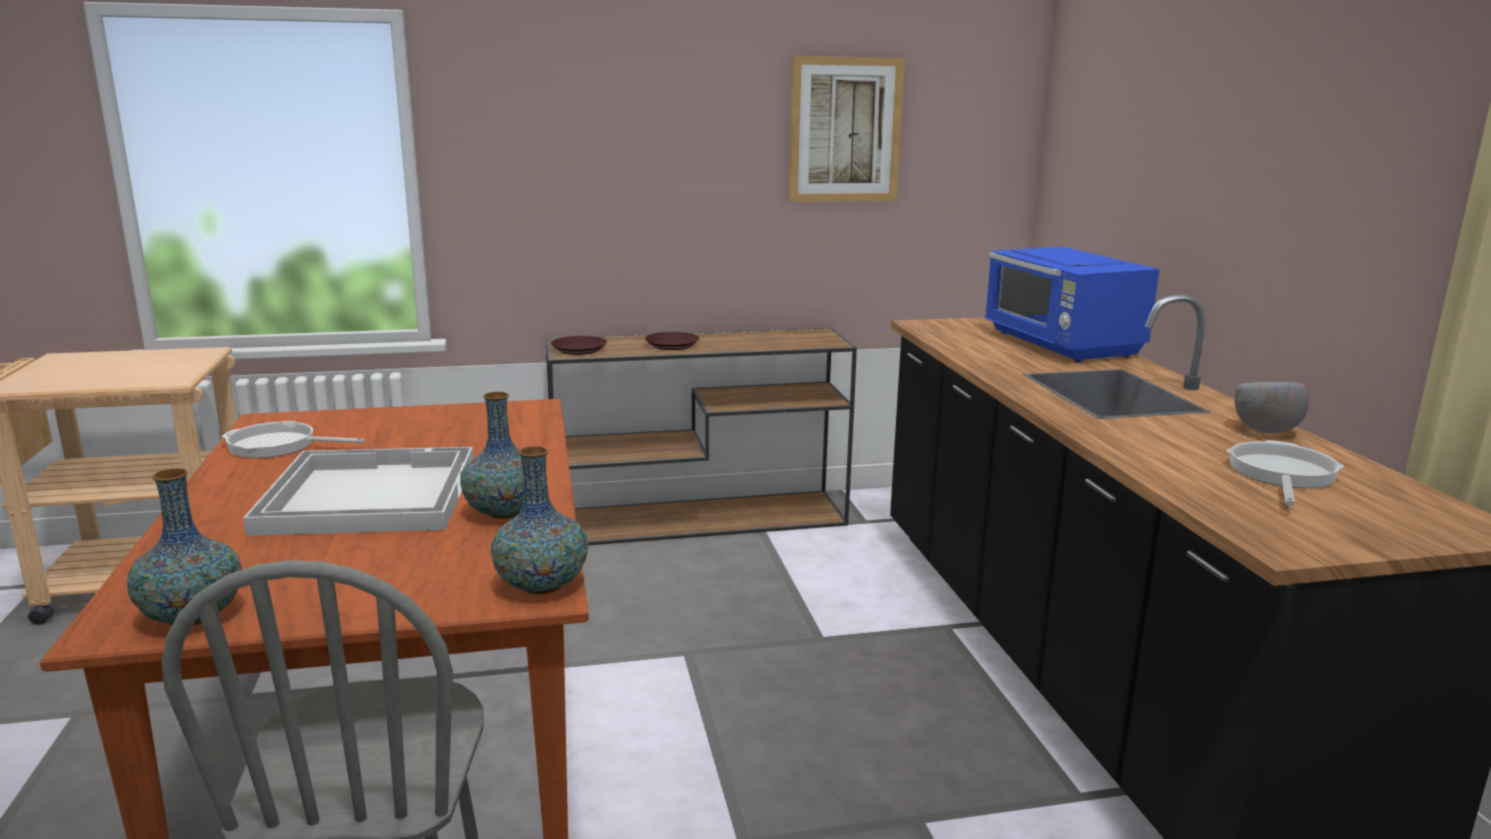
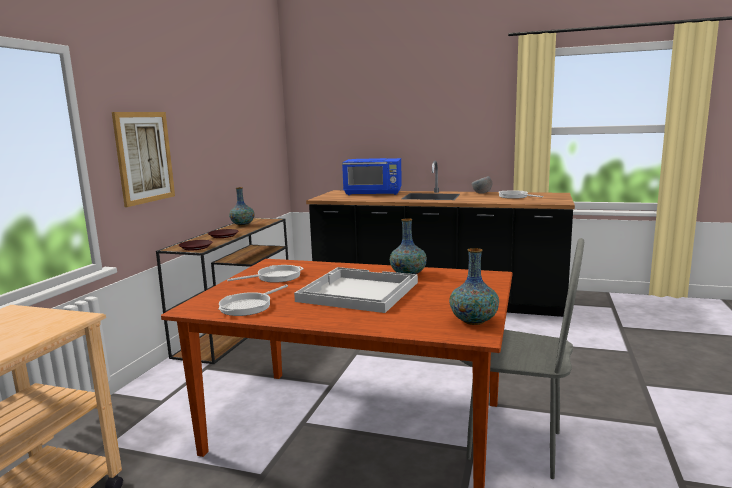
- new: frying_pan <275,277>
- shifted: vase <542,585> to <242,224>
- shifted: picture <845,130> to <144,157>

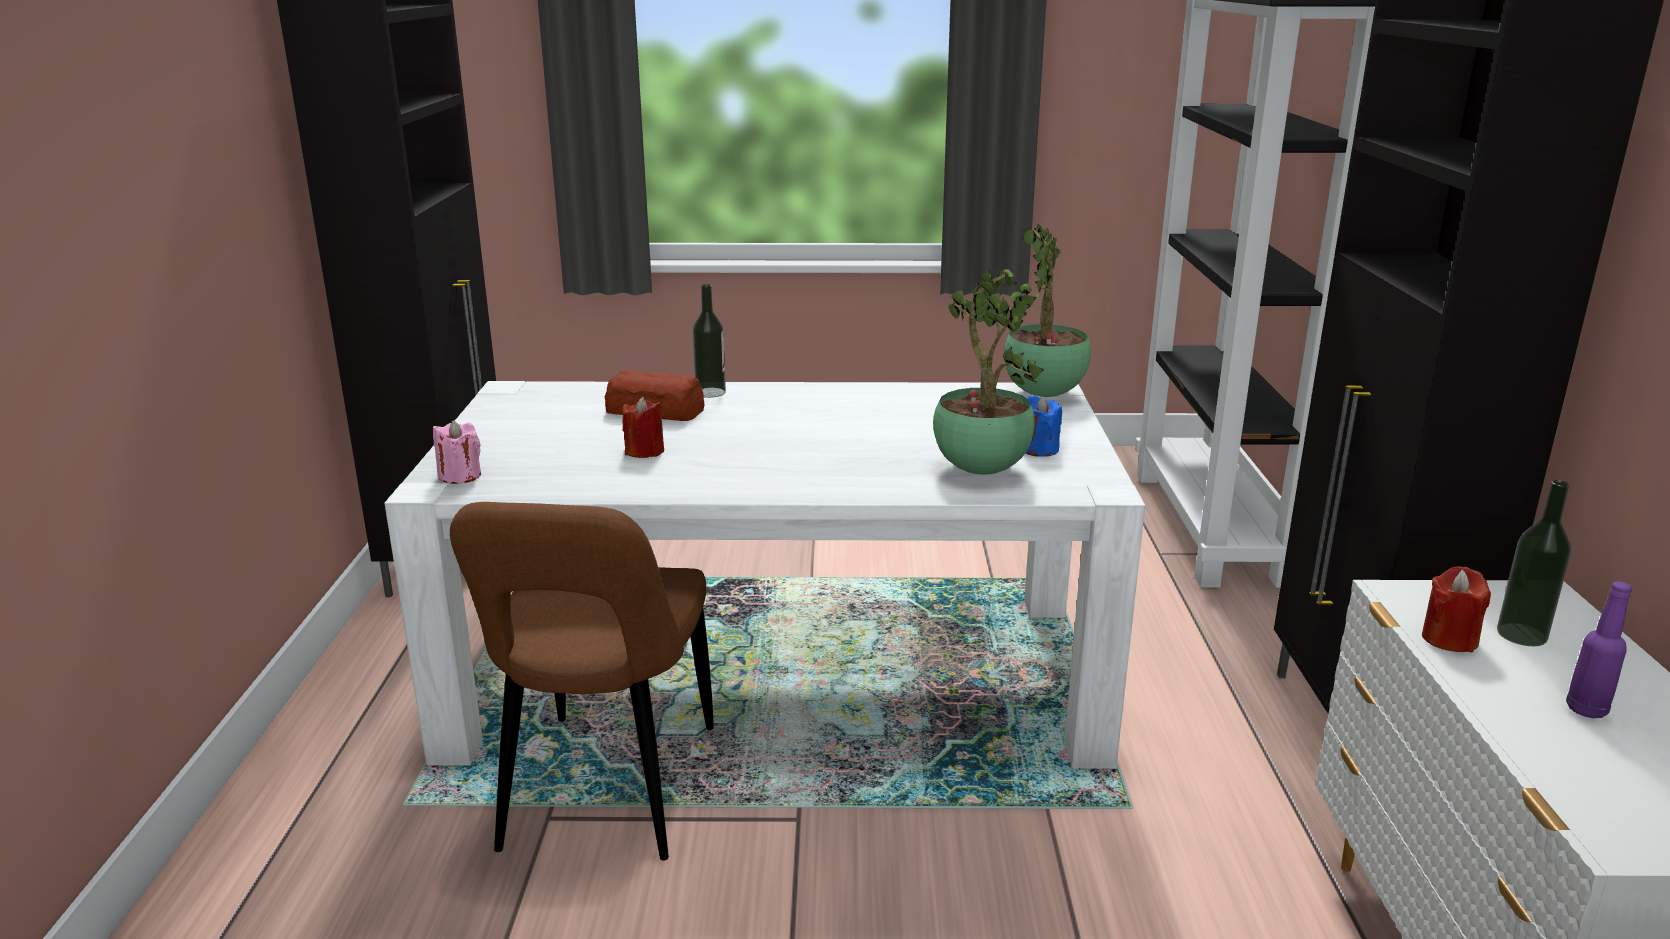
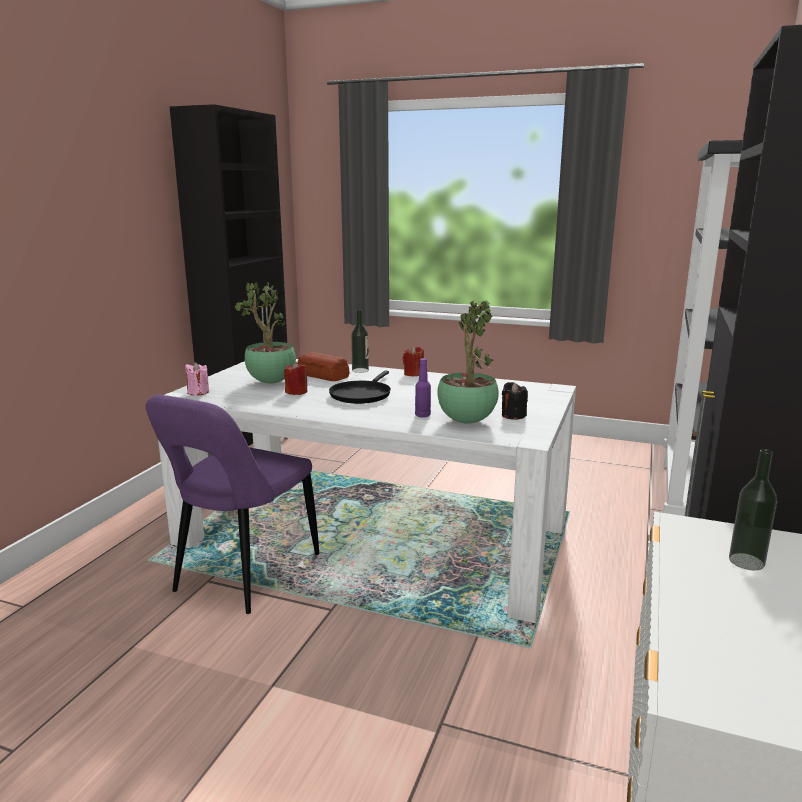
- new: black_frying_pan <361,394>
- shifted: potted_plant <1044,395> to <270,382>
- shifted: red_candle <1449,639> to <413,374>
- shifted: purple_bottle <1586,710> to <422,415>
- repainted: brown_chair <606,794> to purple_chair <243,575>
- repainted: blue_candle <1039,449> to black_candle <513,415>

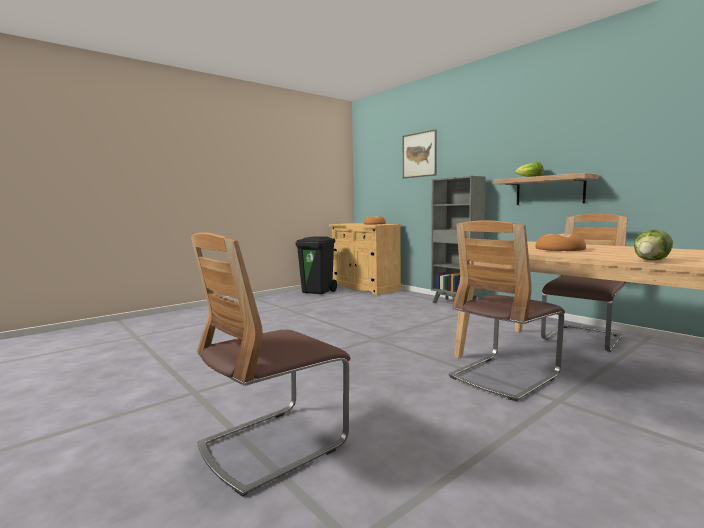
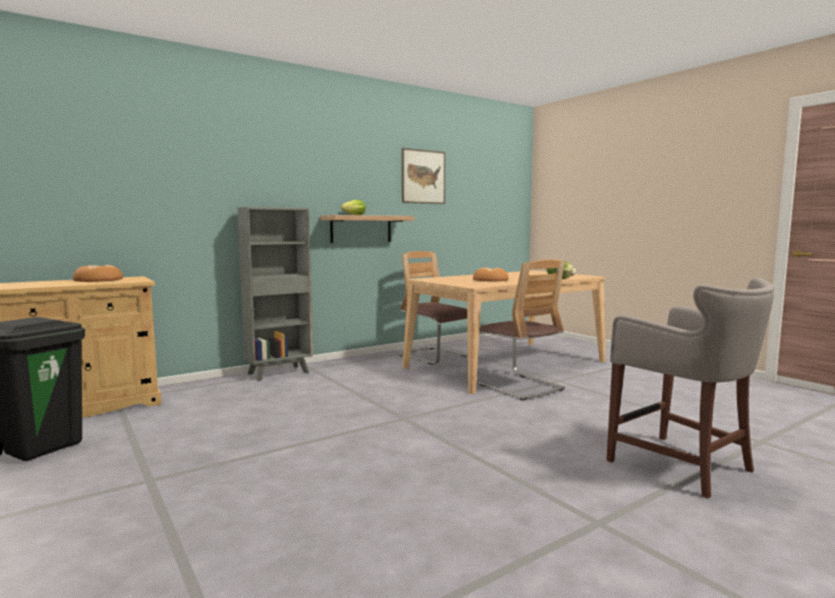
- shifted: picture <419,155> to <423,177>
- swapped: chair <273,445> to grey_stool <684,466>

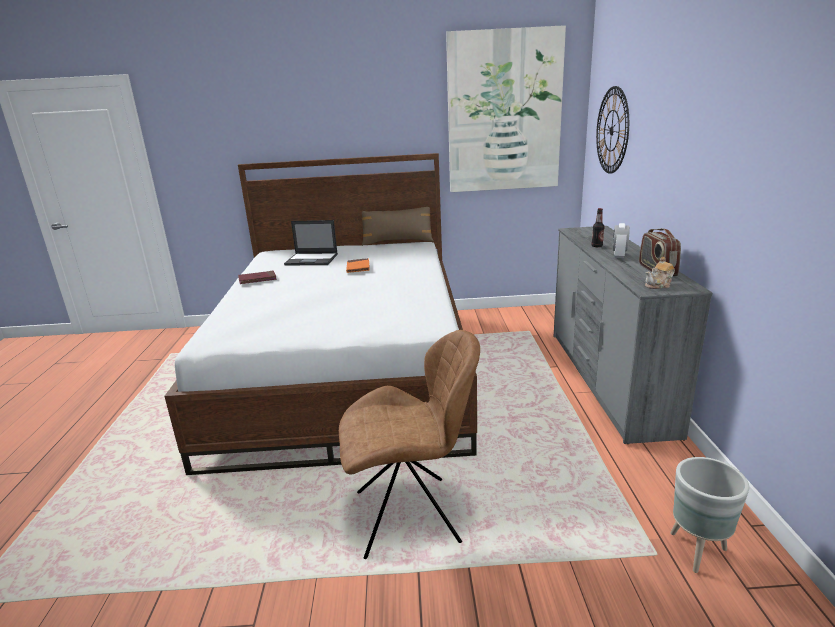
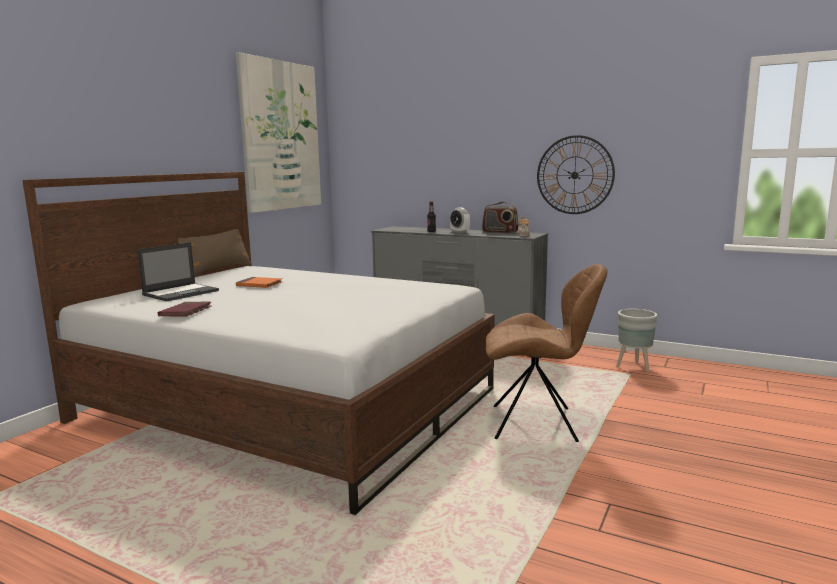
- shifted: wall_clock <612,130> to <574,175>
- rotated: brown_chair <411,516> = <537,424> 75 degrees clockwise

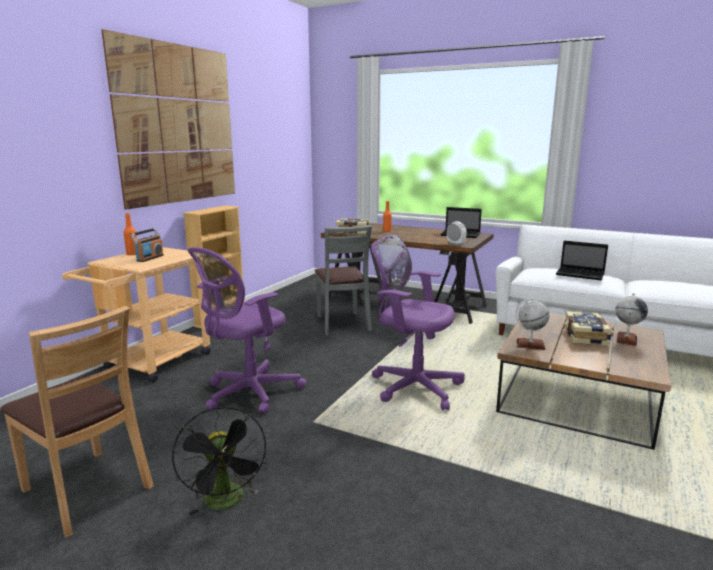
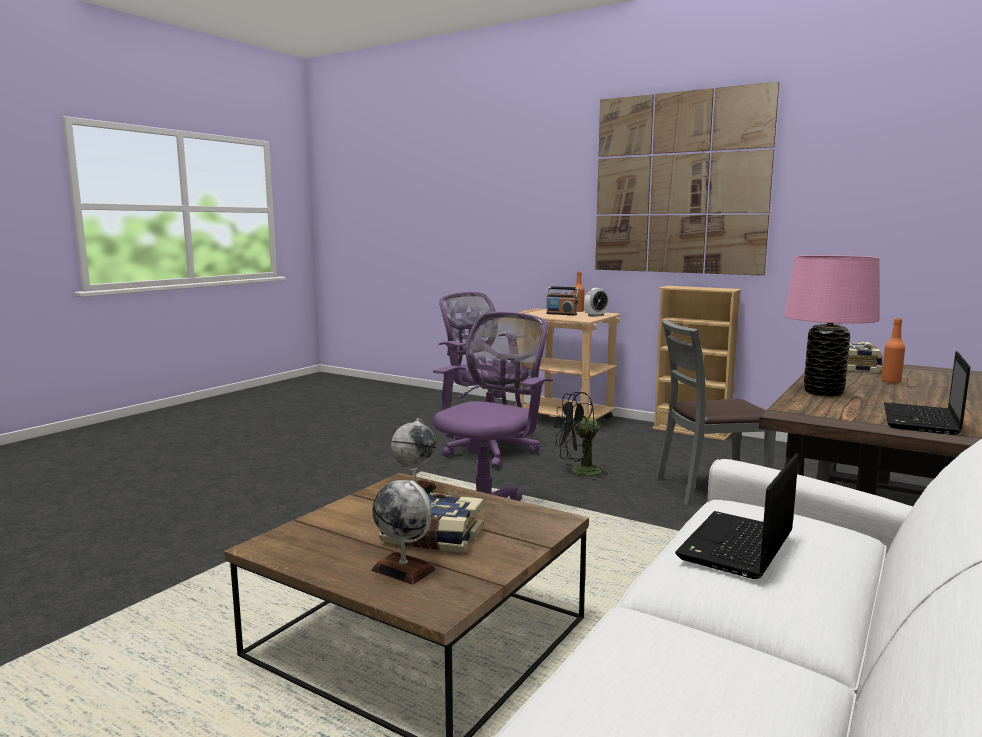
- gone: brown_chair <87,490>
- new: pink_table_lamp <823,392>
- shifted: black_fan <226,502> to <579,473>
- shifted: alarm_clock <455,244> to <595,316>

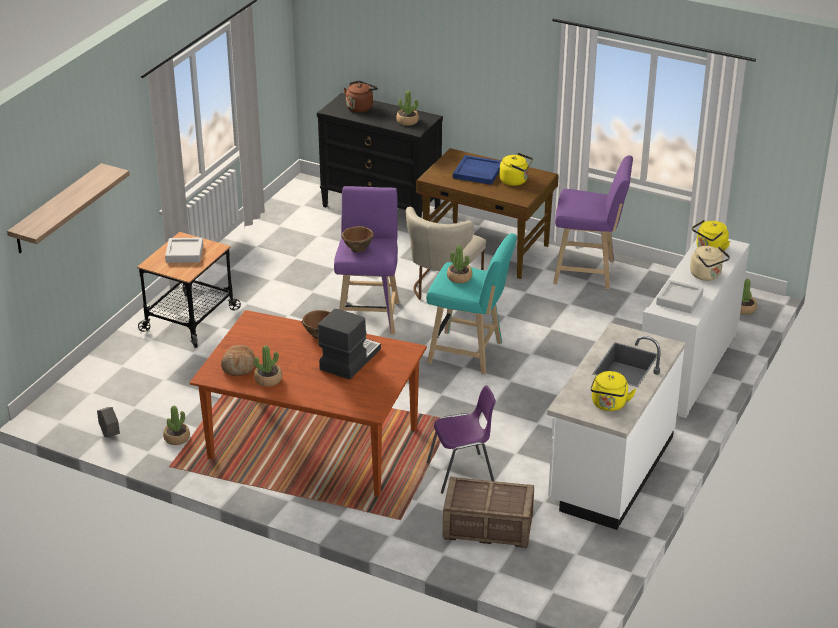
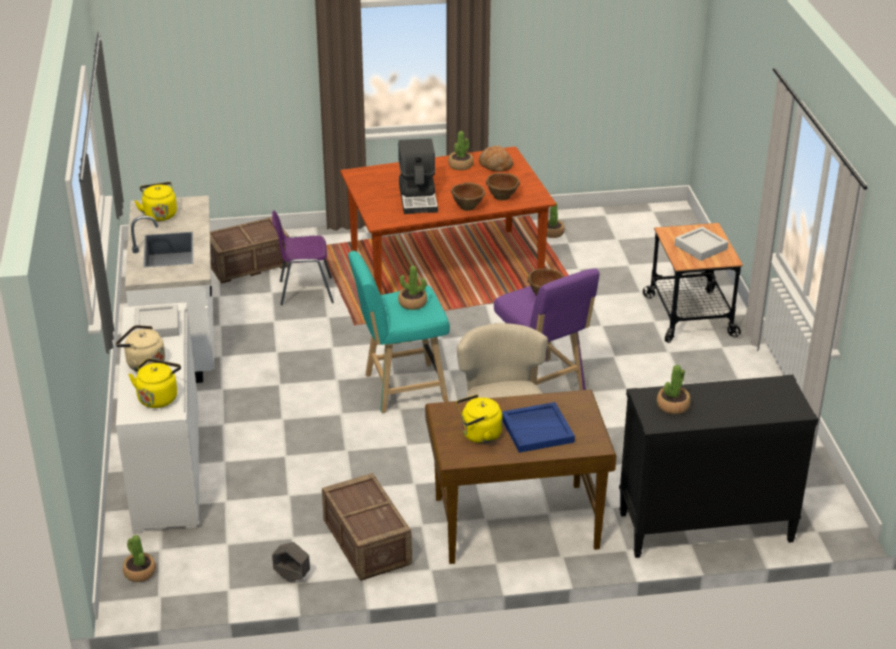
- gone: shelf <57,209>
- gone: brown_kettle <360,107>
- new: brown_bowl <502,196>
- shifted: grey_planter <110,434> to <292,577>
- swapped: purple_stool <588,273> to crate <366,543>
- rotated: purple_chair <462,473> = <304,291> 45 degrees clockwise

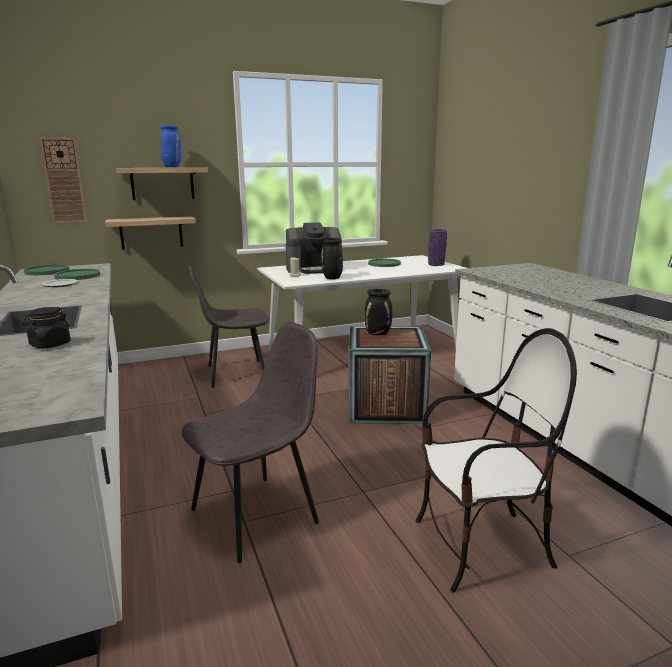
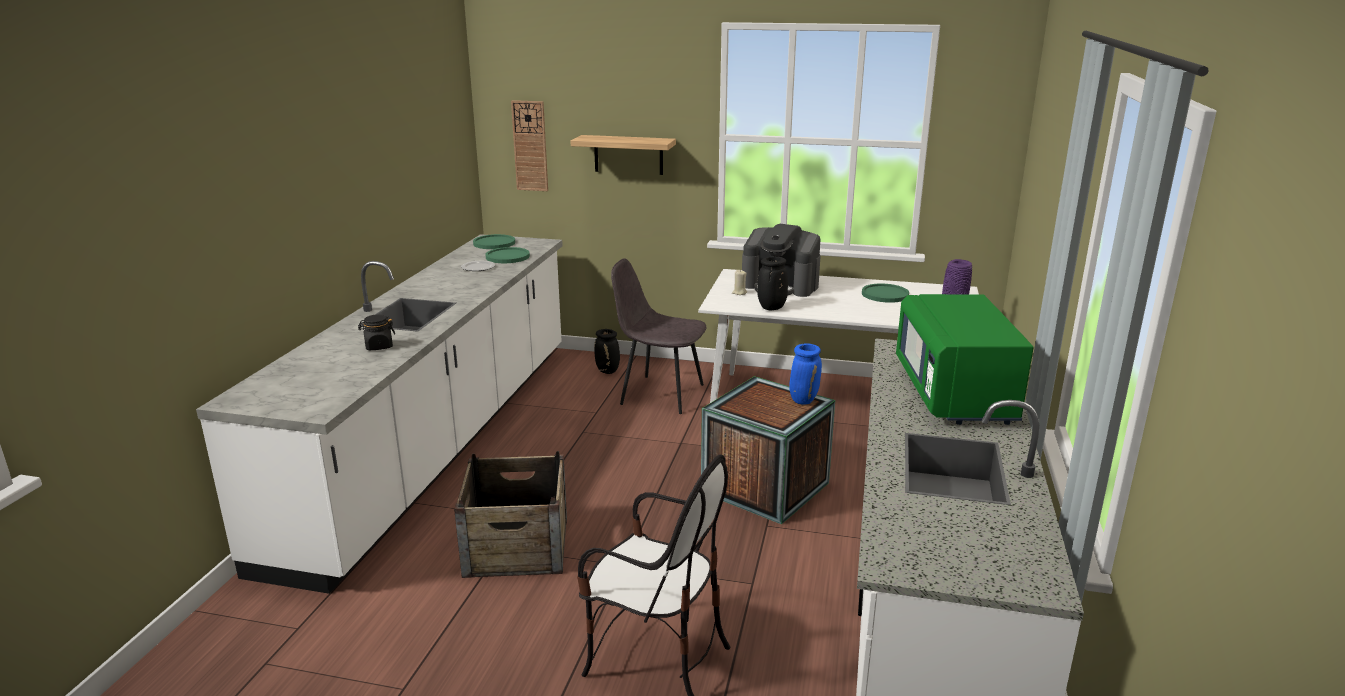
- gone: shelf <151,233>
- new: green_microwave <955,394>
- shifted: blue_vase <172,167> to <803,400>
- shifted: black_vase <378,333> to <608,371>
- swapped: grey_chair <257,515> to crate <517,546>

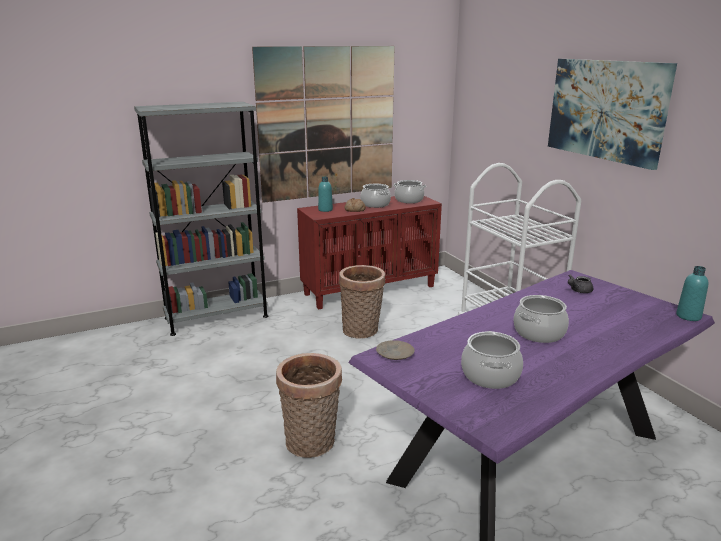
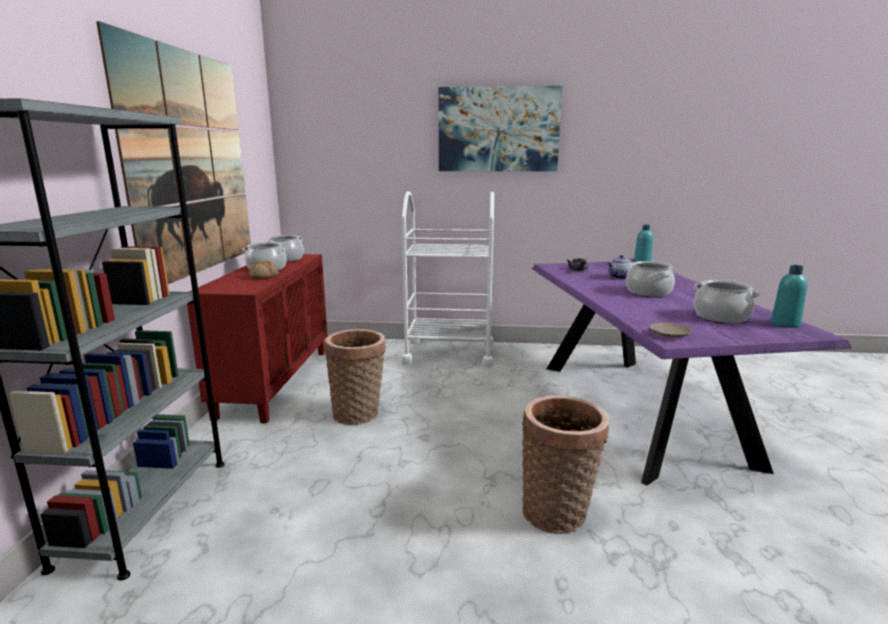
- new: teapot <619,277>
- shifted: turquoise_bottle <325,210> to <785,324>

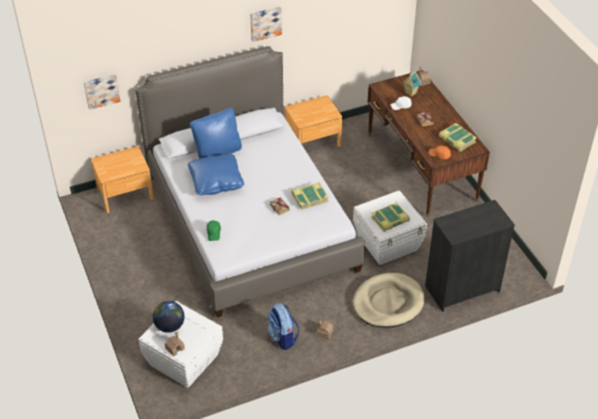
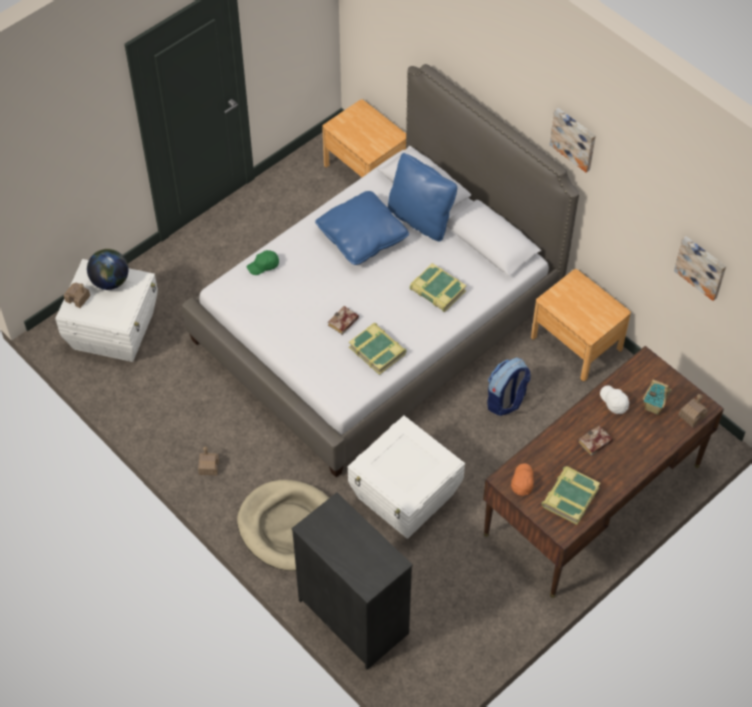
- shifted: picture <101,90> to <701,266>
- shifted: backpack <283,337> to <506,401>
- shifted: book <390,220> to <437,291>

